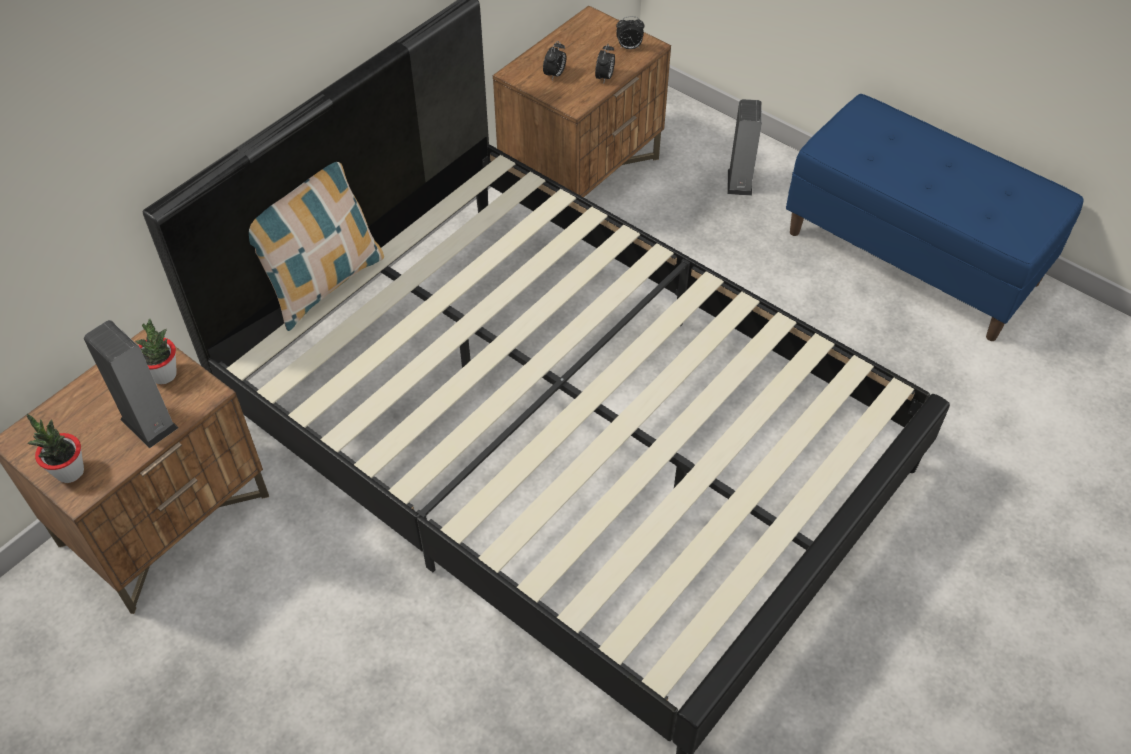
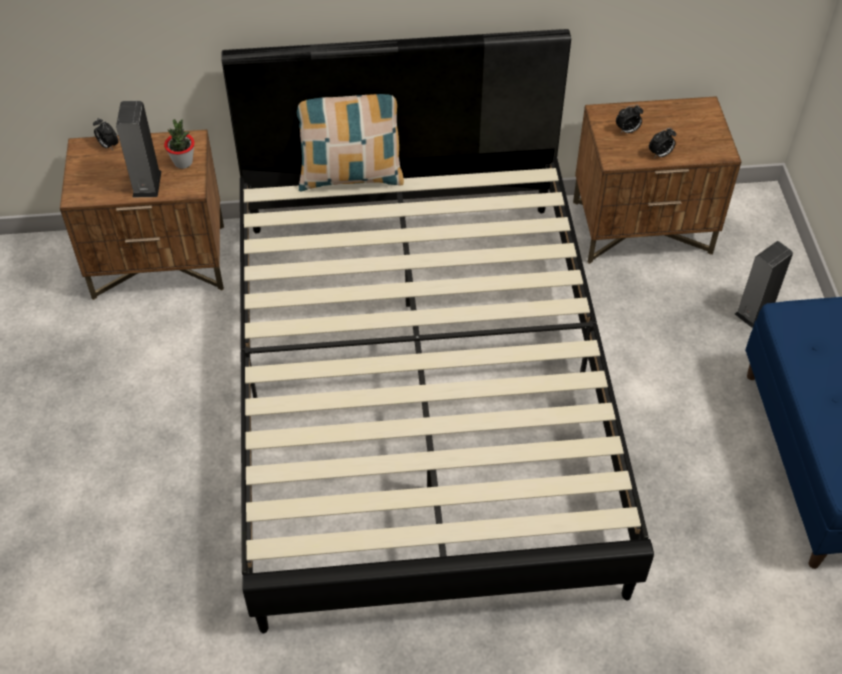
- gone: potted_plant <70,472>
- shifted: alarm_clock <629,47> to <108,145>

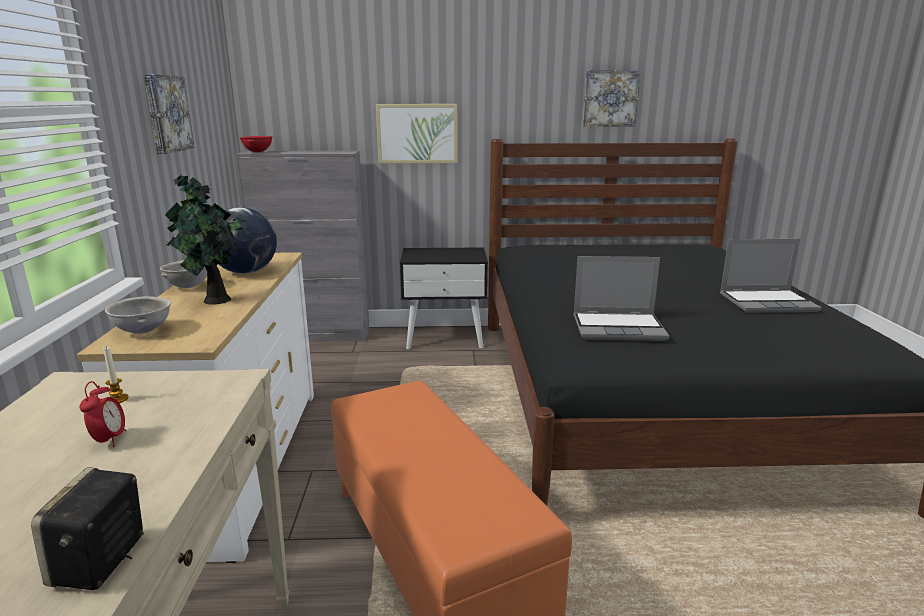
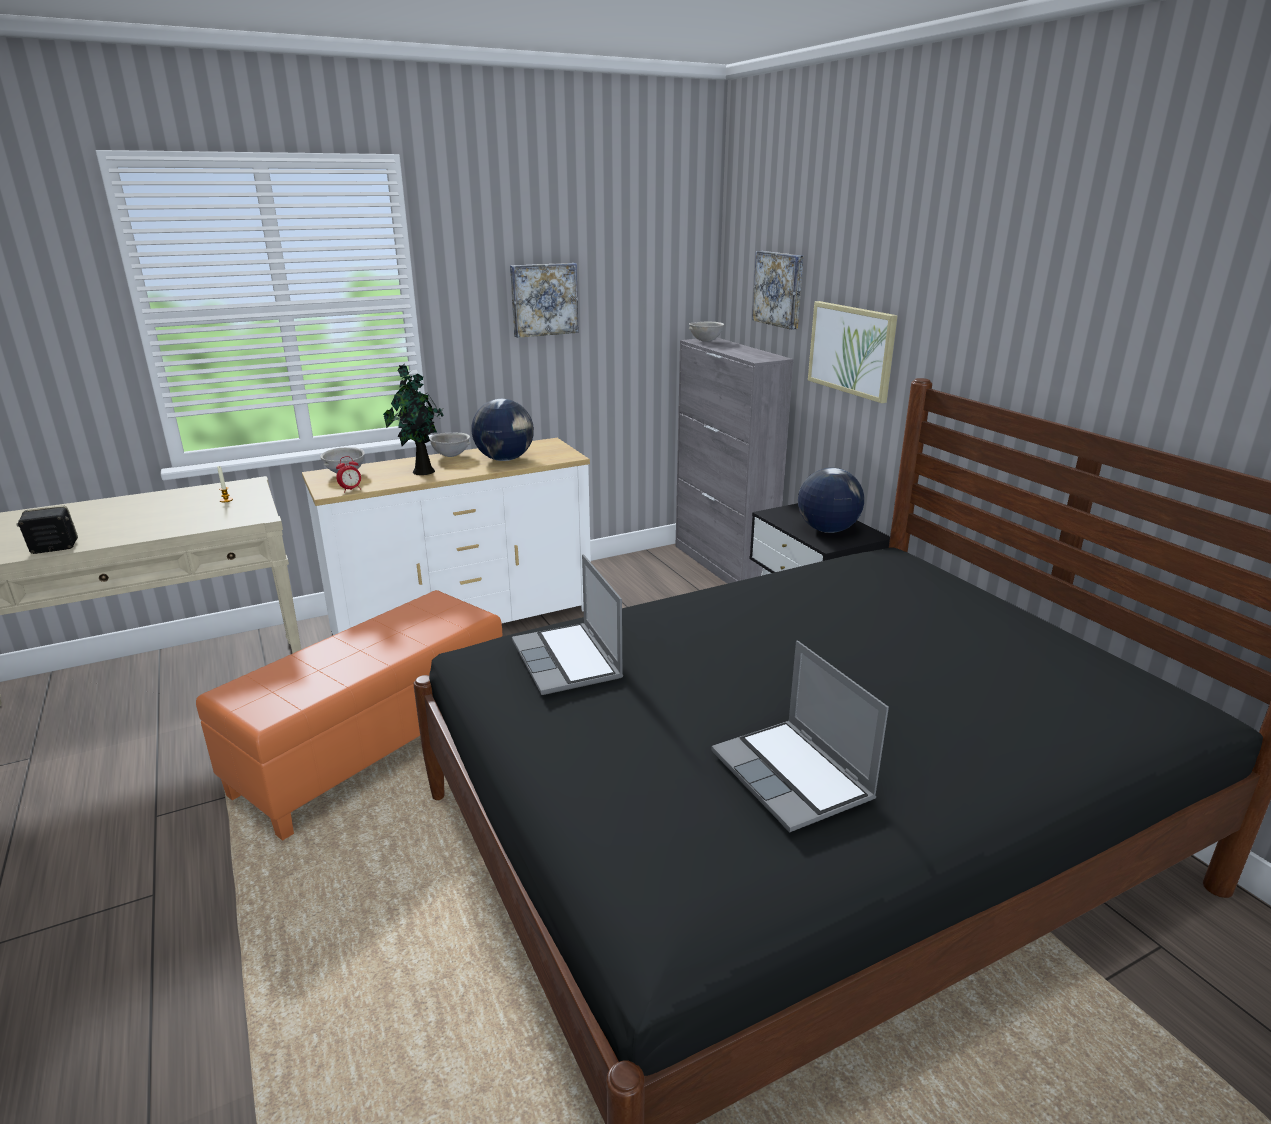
- new: globe <827,530>
- shifted: alarm_clock <109,440> to <351,490>
- shifted: picture <610,98> to <780,289>
- repainted: red_bowl <257,152> to grey_bowl <705,341>

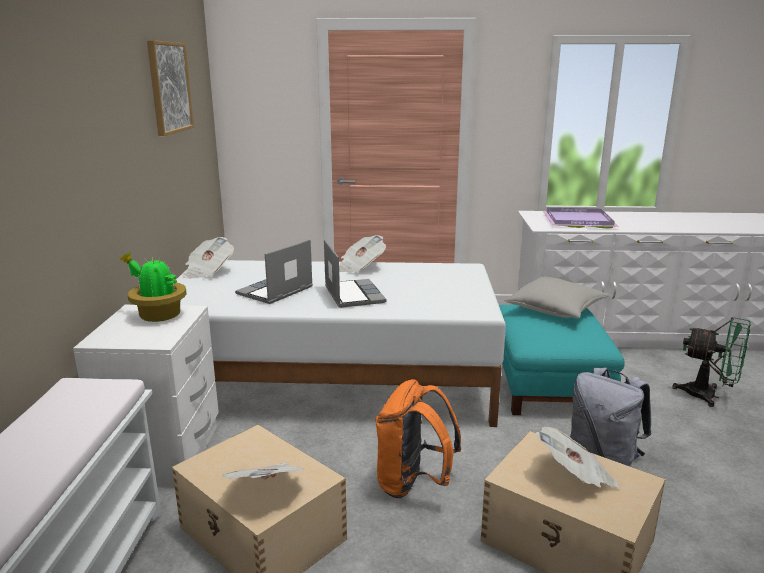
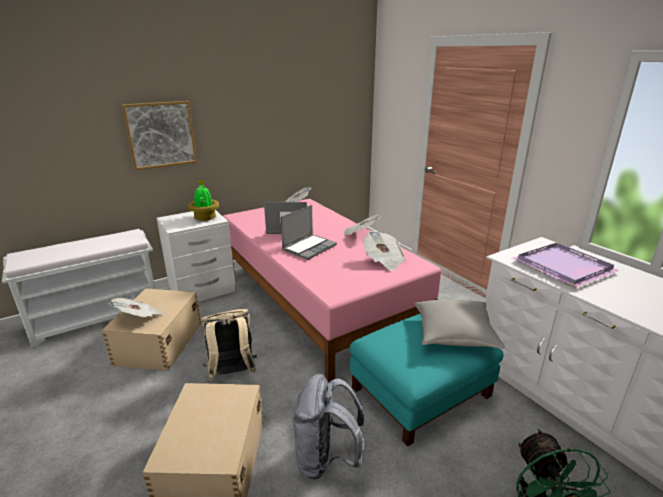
- shifted: picture <169,87> to <161,134>
- shifted: newspaper <575,476> to <383,261>
- repainted: white_bed <331,379> to pink_bed <317,300>
- repainted: orange_backpack <413,484> to beige_backpack <232,374>

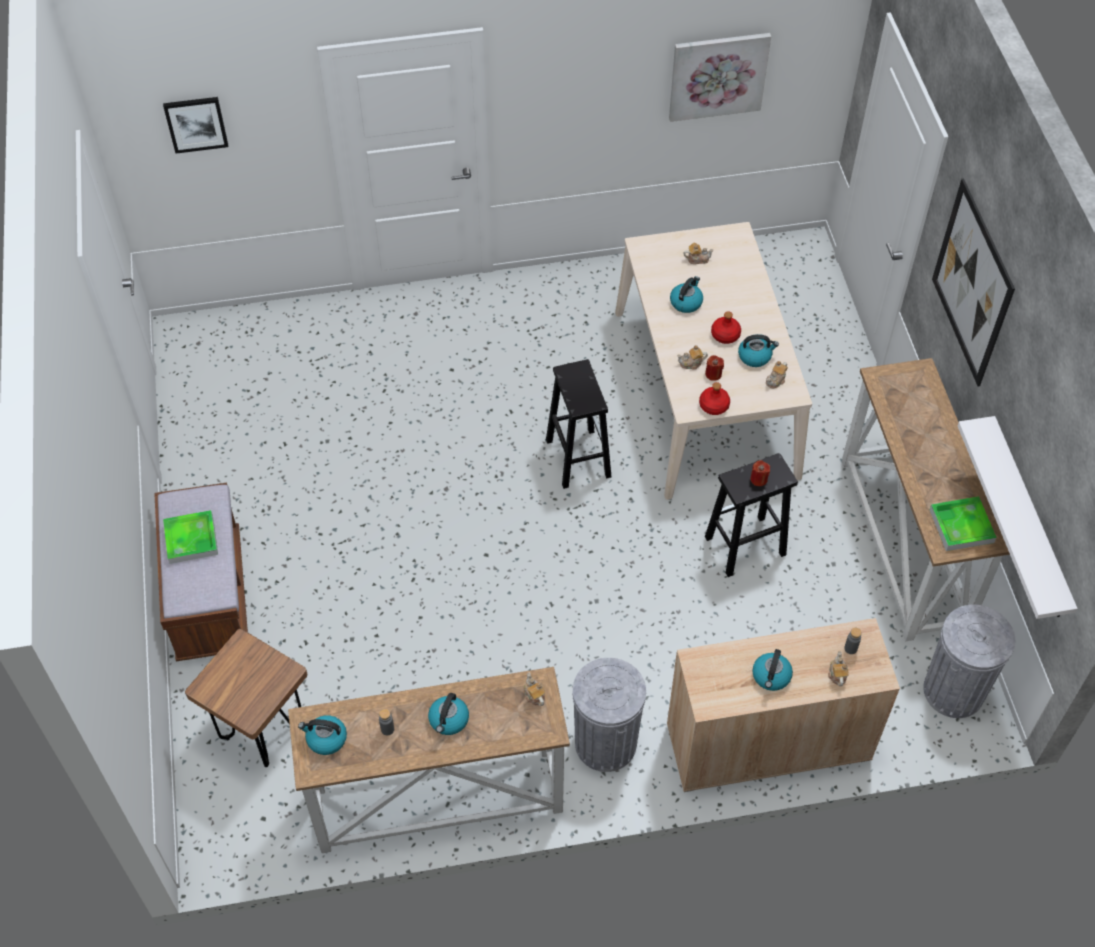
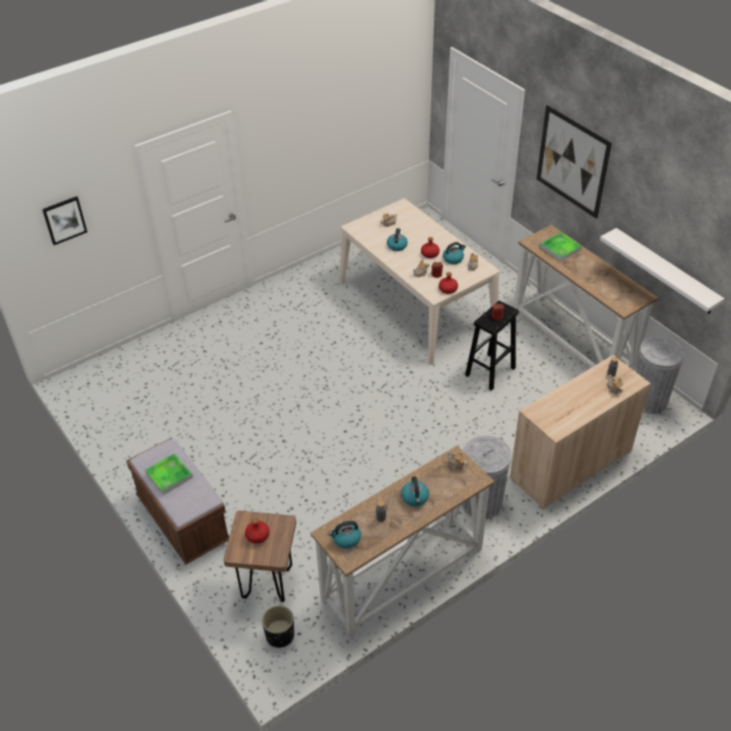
- gone: black_stool <577,457>
- gone: picture <718,75>
- gone: kettle <771,677>
- new: red_bottle <257,536>
- new: black_planter <280,635>
- shifted: tray <961,526> to <560,249>

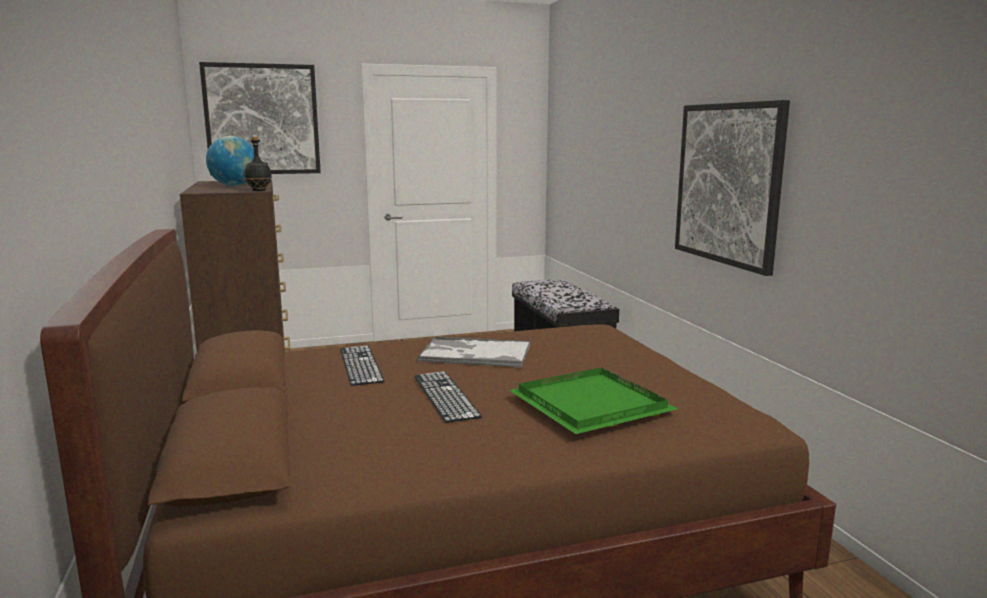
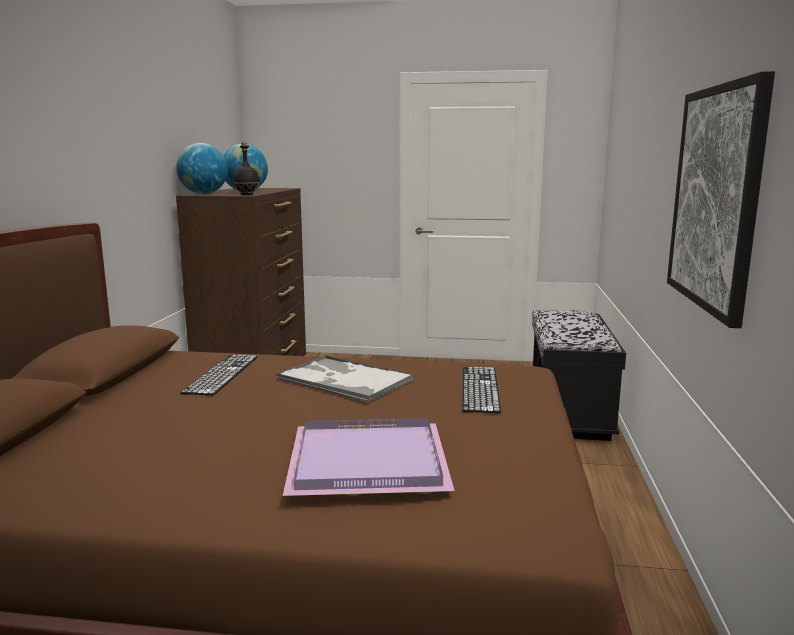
- gone: picture <262,119>
- new: globe <203,194>
- shifted: keyboard <445,396> to <480,389>
- repainted: green_tray <587,404> to purple_tray <365,461>

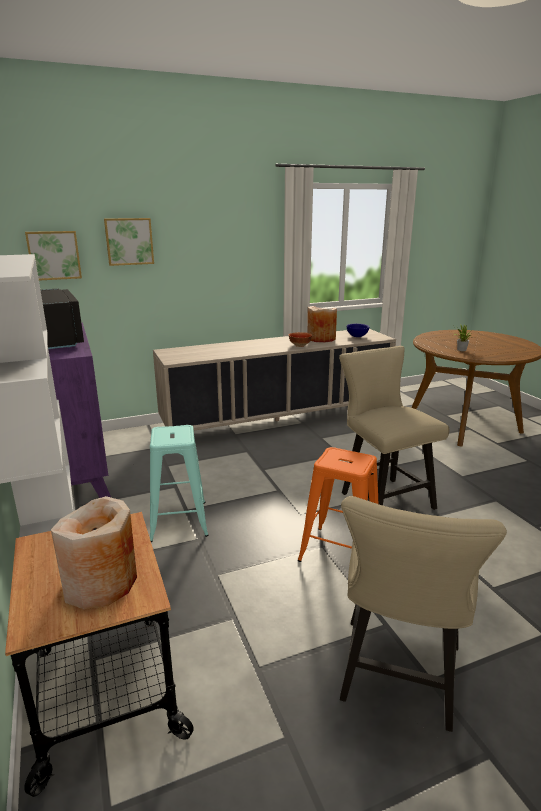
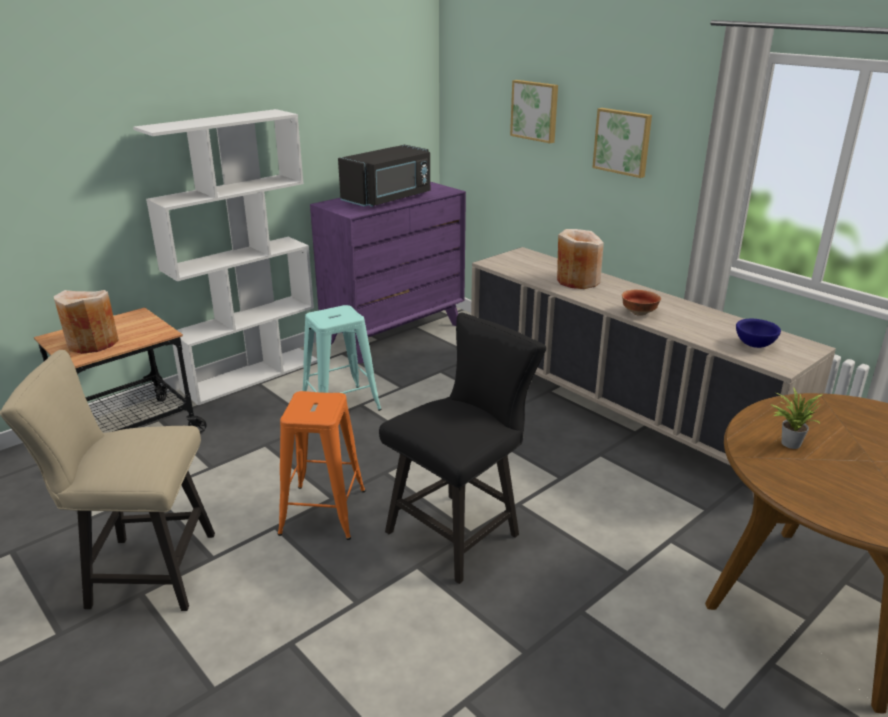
- shifted: picture <54,255> to <623,142>
- shifted: beige_vase <321,339> to <577,281>
- repainted: beige_chair <382,498> to black_chair <460,530>

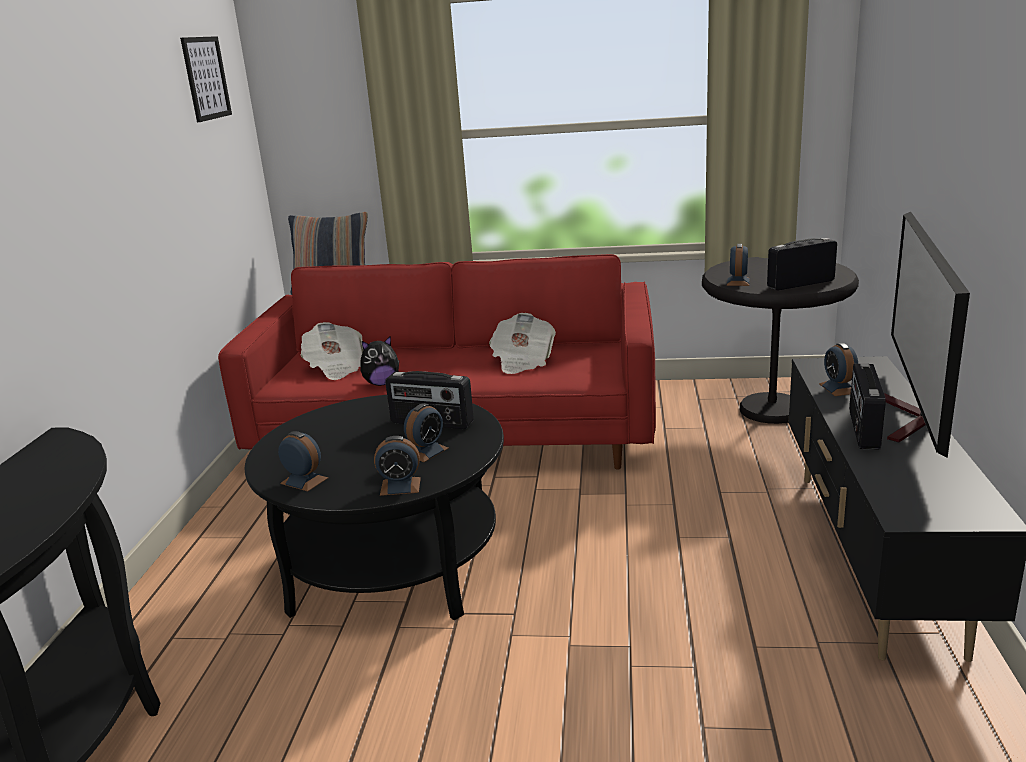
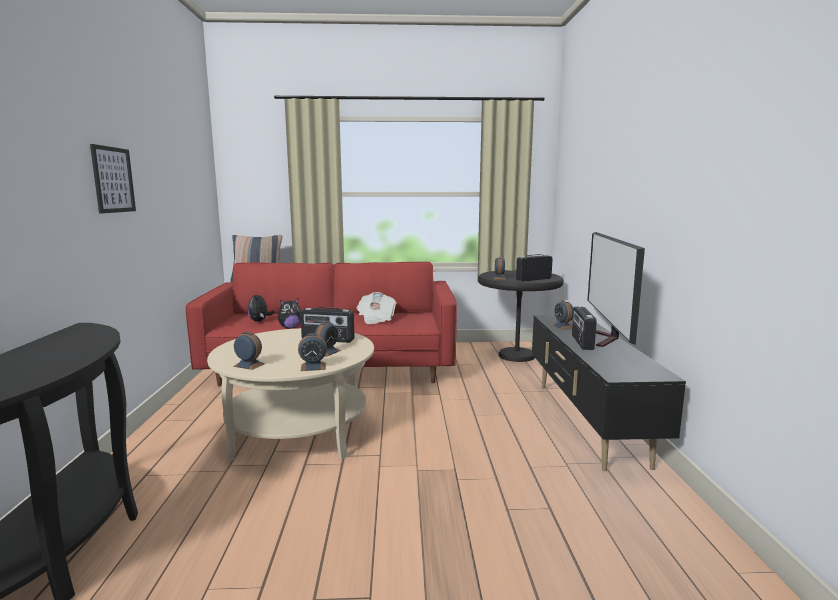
- shifted: picture <206,78> to <113,180>
- swapped: newspaper <336,368> to plush_toy <260,321>
- repainted: black_coffee_table <393,565> to beige_coffee_table <298,432>

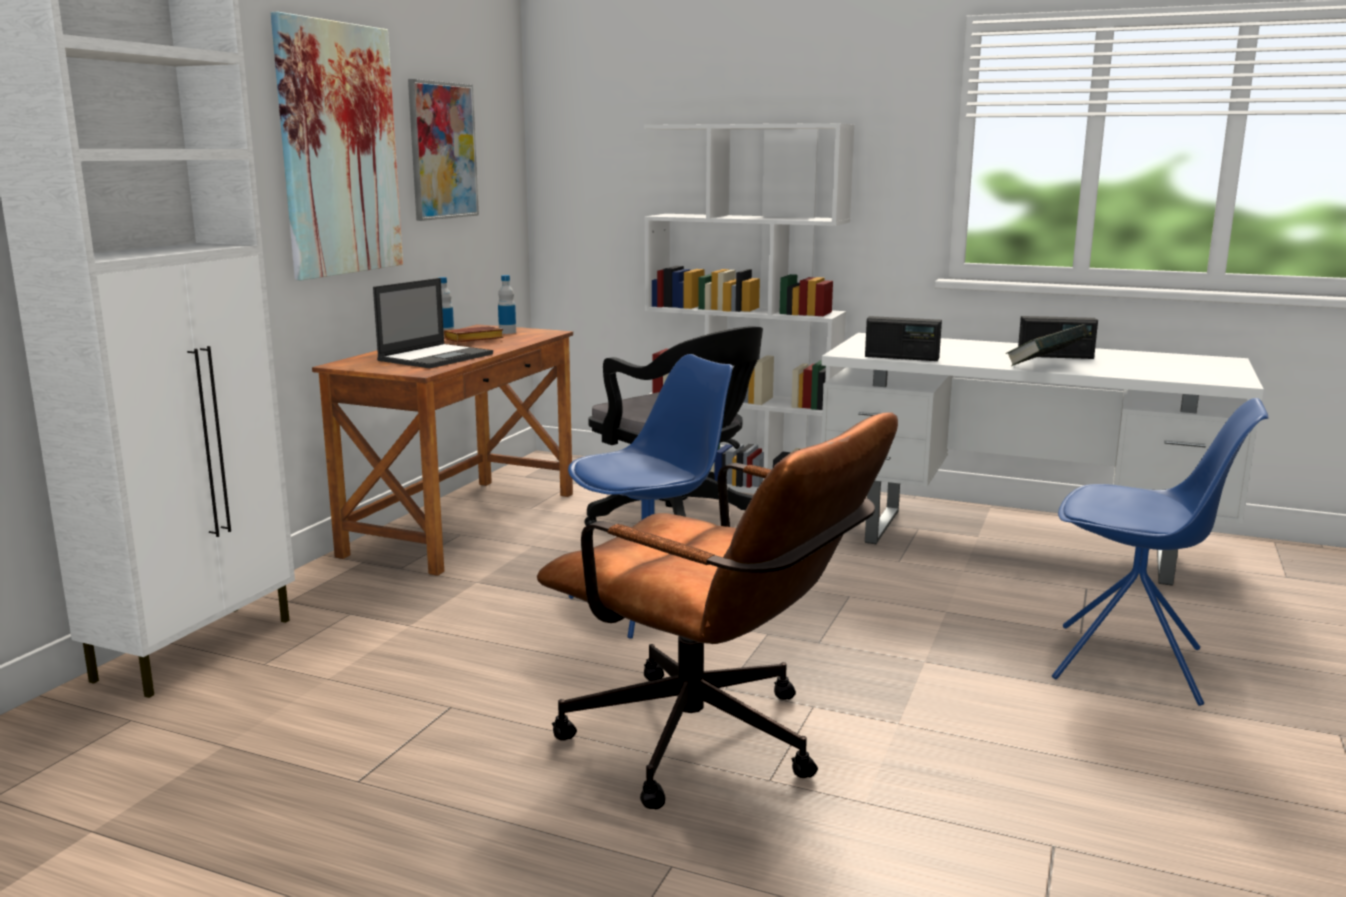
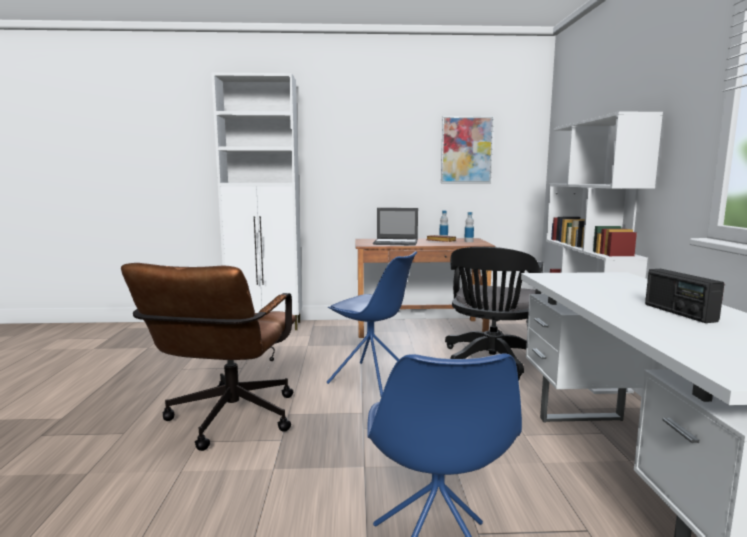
- gone: picture <339,150>
- gone: radio <901,357>
- gone: book <1045,366>

